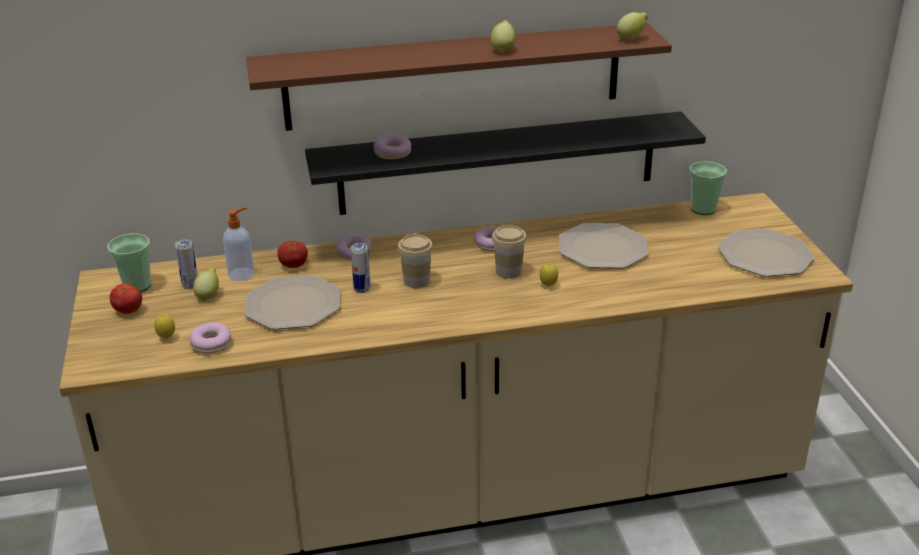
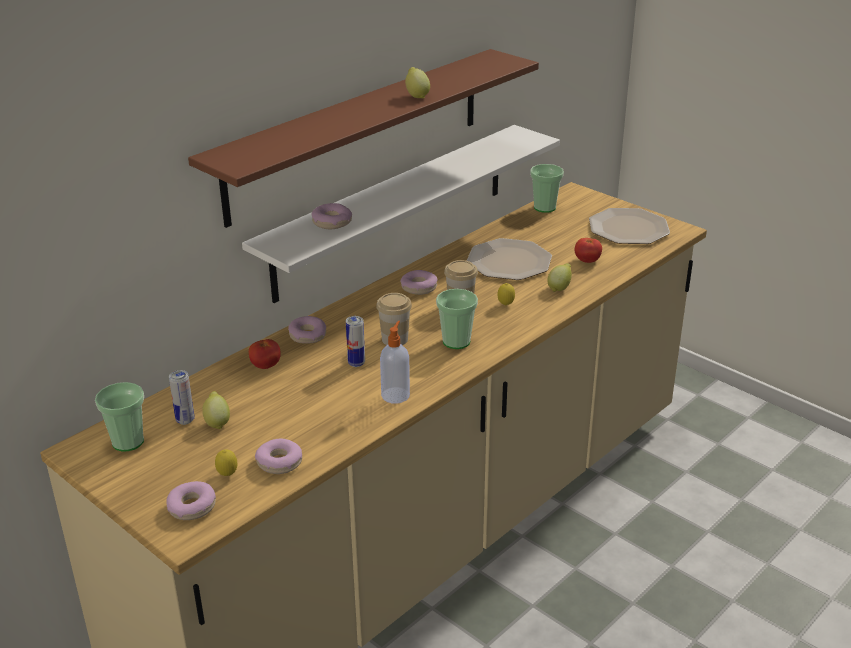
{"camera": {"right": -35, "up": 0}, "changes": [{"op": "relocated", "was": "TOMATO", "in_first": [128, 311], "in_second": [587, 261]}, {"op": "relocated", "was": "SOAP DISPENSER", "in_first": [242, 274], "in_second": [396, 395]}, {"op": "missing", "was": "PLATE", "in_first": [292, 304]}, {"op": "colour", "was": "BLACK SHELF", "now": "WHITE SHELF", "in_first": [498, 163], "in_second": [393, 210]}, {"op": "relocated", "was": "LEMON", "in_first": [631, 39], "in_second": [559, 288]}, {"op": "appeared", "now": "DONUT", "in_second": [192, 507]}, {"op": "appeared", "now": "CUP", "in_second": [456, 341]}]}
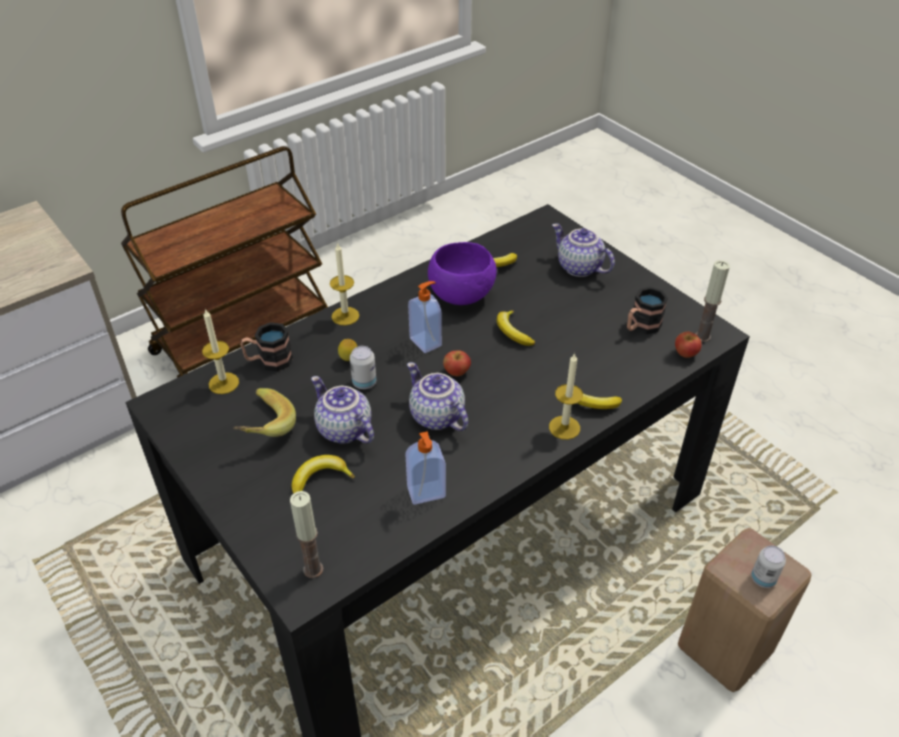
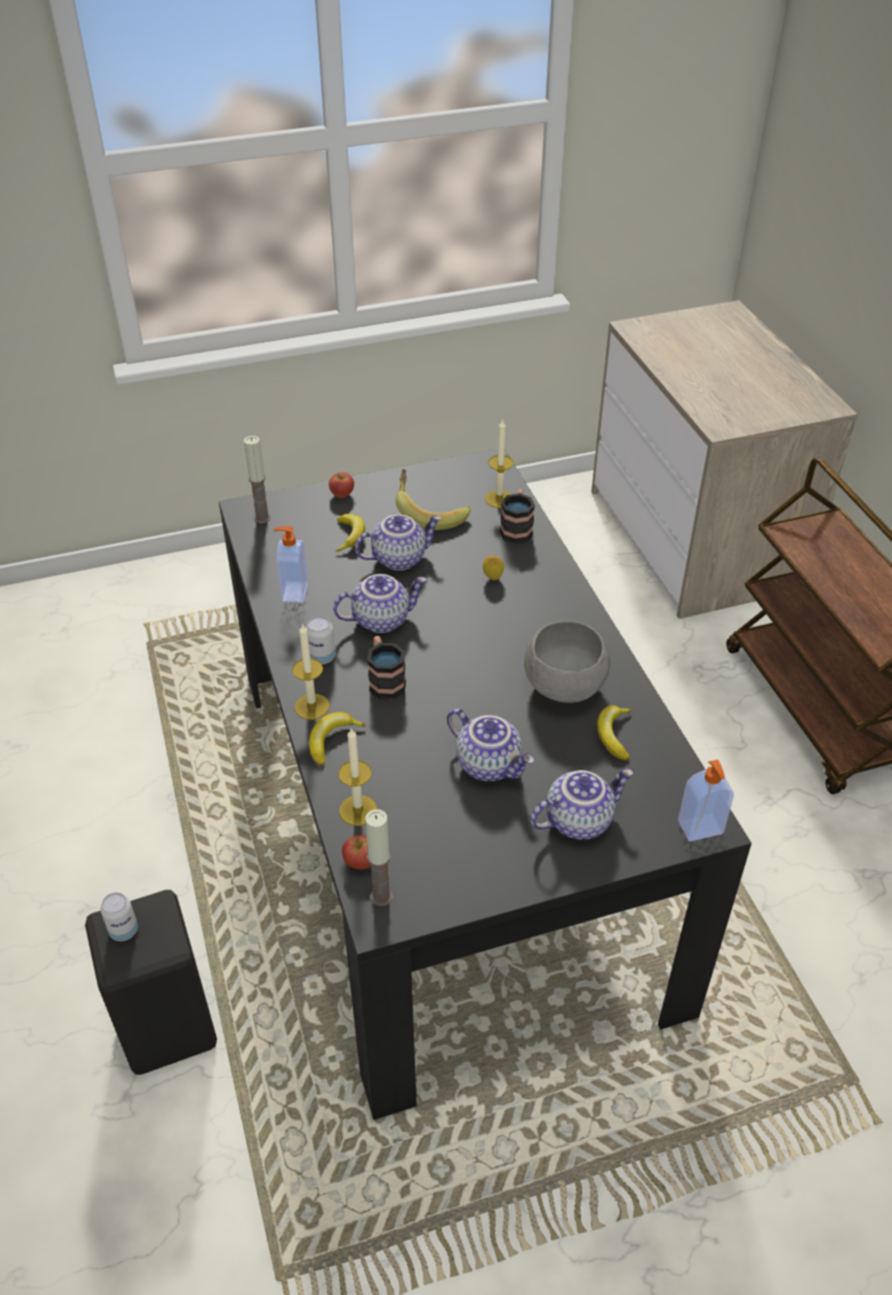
{"camera": {"right": 110, "up": 0}, "changes": [{"op": "relocated", "was": "CANDLE", "in_first": [345, 316], "in_second": [358, 810]}, {"op": "relocated", "was": "CAN", "in_first": [364, 383], "in_second": [322, 657]}, {"op": "relocated", "was": "SOAP DISPENSER", "in_first": [426, 341], "in_second": [701, 828]}, {"op": "colour", "was": "PURPLE BOWL", "now": "GREY BOWL", "in_first": [461, 294], "in_second": [565, 687]}, {"op": "relocated", "was": "APPLE", "in_first": [456, 372], "in_second": [342, 495]}, {"op": "missing", "was": "BANANA", "in_first": [512, 332]}, {"op": "relocated", "was": "MUG", "in_first": [641, 326], "in_second": [385, 680]}, {"op": "colour", "was": "BEIGE STOOL", "now": "BLACK STOOL", "in_first": [725, 652], "in_second": [165, 1026]}, {"op": "appeared", "now": "TEAPOT", "in_second": [490, 764]}]}
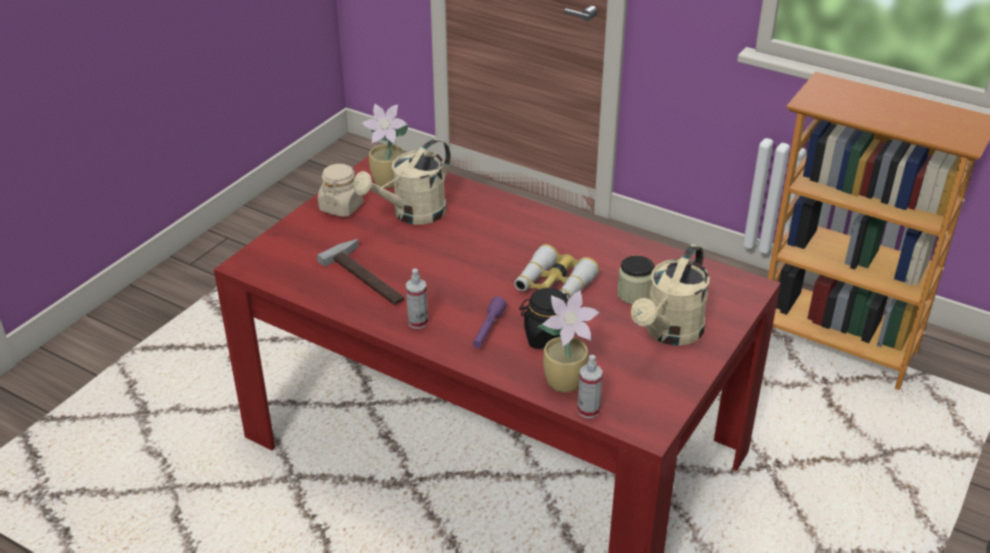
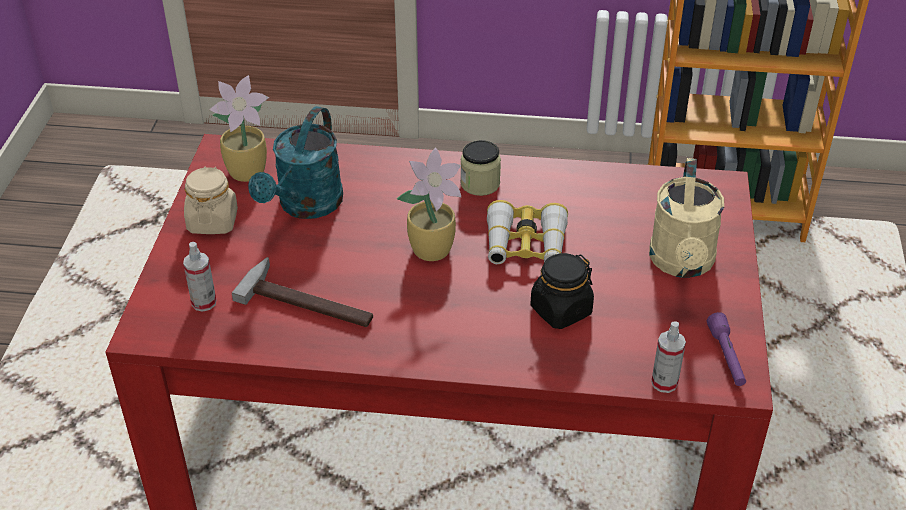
{"camera": {"right": -25, "up": 5}, "changes": [{"op": "colour", "was": "BEIGE WATERING CAN", "now": "TURQUOISE WATERING CAN", "in_first": [412, 215], "in_second": [305, 206]}, {"op": "relocated", "was": "SPRAY BOTTLE", "in_first": [417, 322], "in_second": [204, 302]}, {"op": "relocated", "was": "PURPLE FLASHLIGHT", "in_first": [488, 329], "in_second": [726, 357]}, {"op": "relocated", "was": "POTTED PLANT", "in_first": [566, 382], "in_second": [434, 249]}, {"op": "relocated", "was": "JAR", "in_first": [634, 294], "in_second": [480, 184]}]}
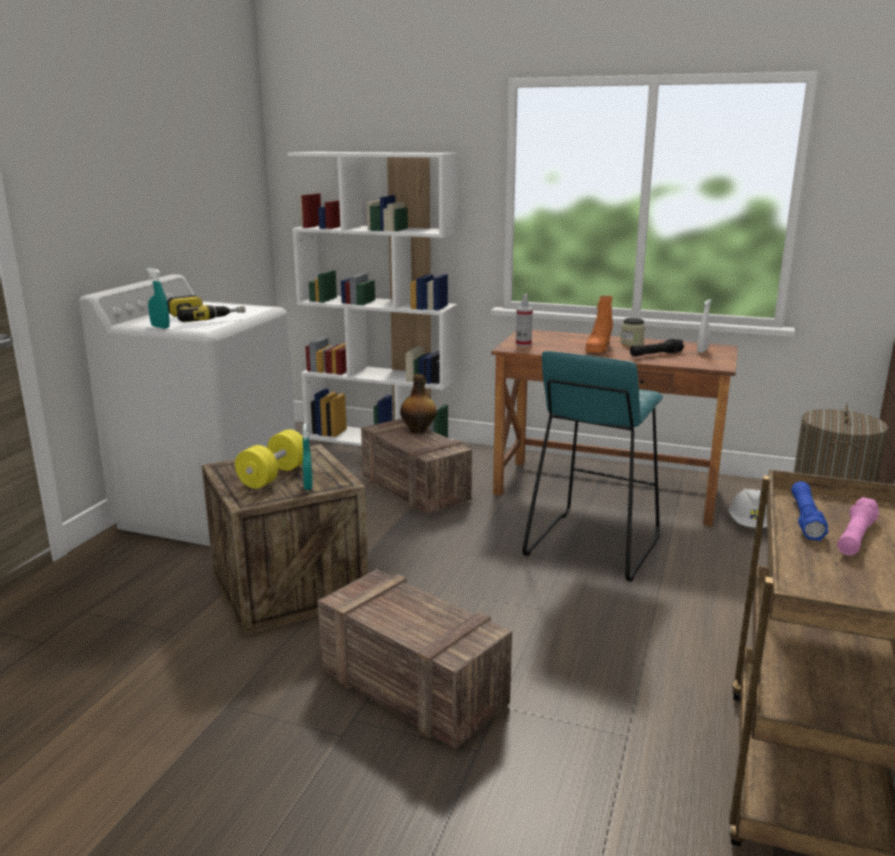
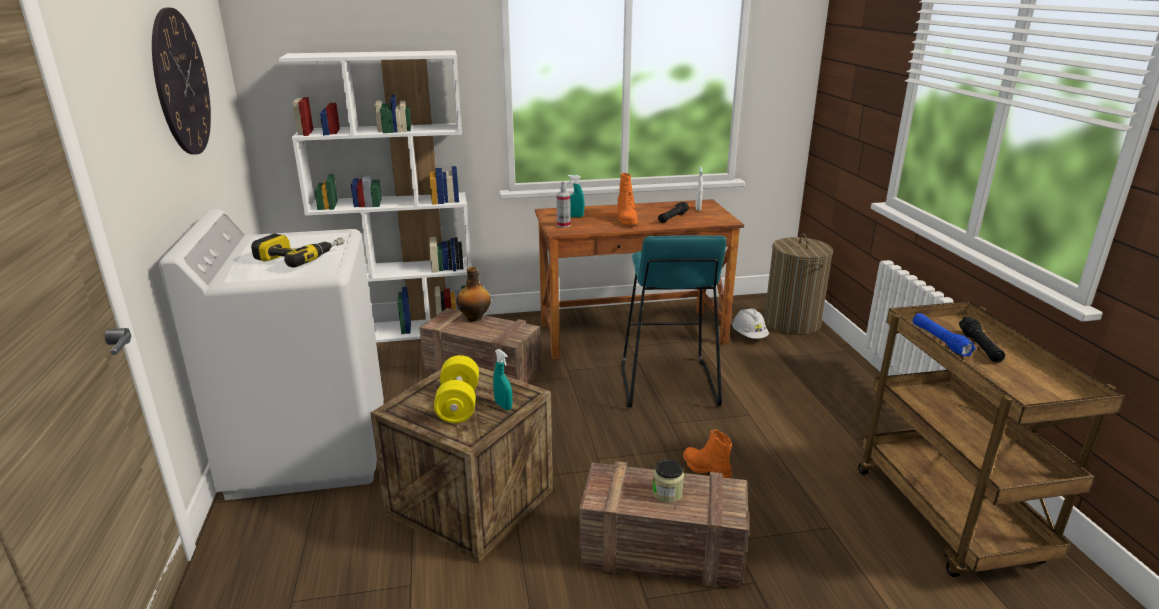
{"camera": {"right": -30, "up": 5}, "changes": [{"op": "relocated", "was": "TURQUOISE SPRAY BOTTLE", "in_first": [160, 327], "in_second": [575, 216]}, {"op": "relocated", "was": "JAR", "in_first": [632, 343], "in_second": [667, 493]}, {"op": "colour", "was": "PINK FLASHLIGHT", "now": "BLACK FLASHLIGHT", "in_first": [855, 537], "in_second": [979, 346]}, {"op": "appeared", "now": "WALL CLOCK", "in_second": [181, 83]}, {"op": "appeared", "now": "ORANGE BOOT", "in_second": [706, 473]}]}
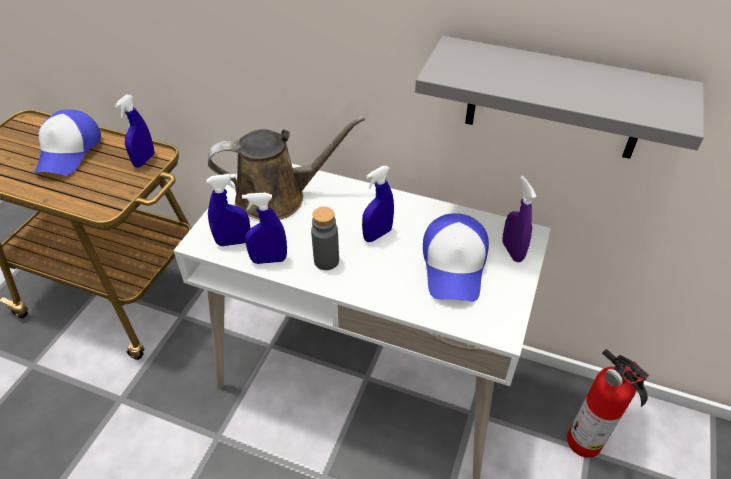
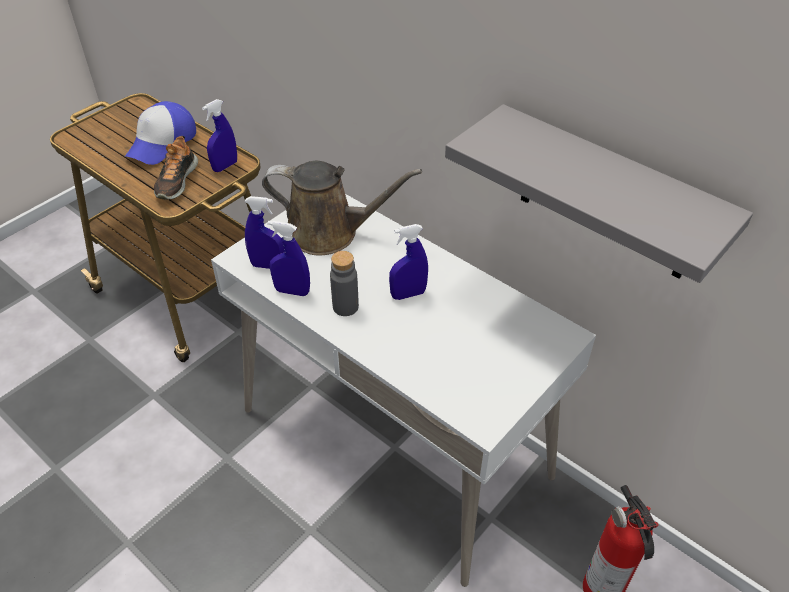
{"camera": {"right": 20, "up": 0}, "changes": [{"op": "missing", "was": "CAP", "in_first": [454, 265]}, {"op": "missing", "was": "PURPLE SPRAY BOTTLE", "in_first": [512, 251]}, {"op": "appeared", "now": "SHOE", "in_second": [176, 181]}]}
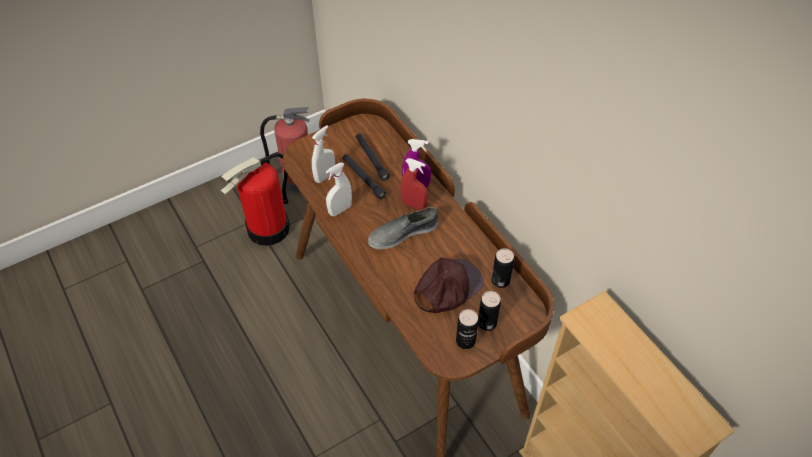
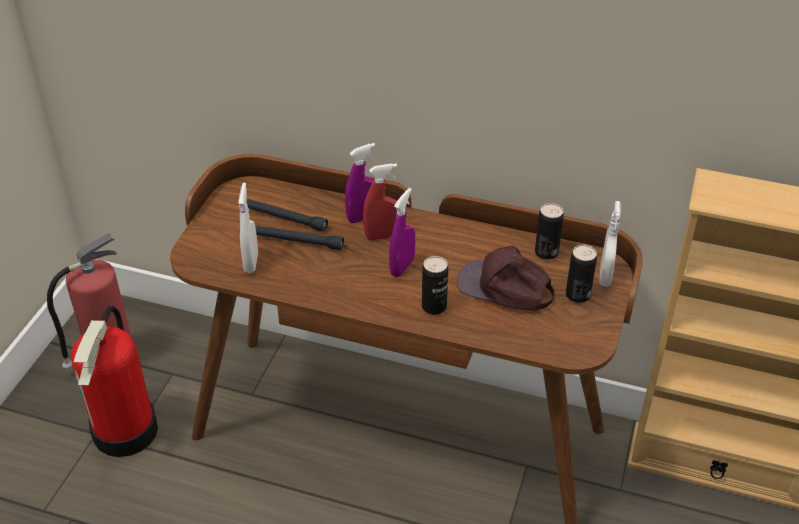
{"camera": {"right": -40, "up": -10}, "changes": [{"op": "relocated", "was": "WHITE SPRAY BOTTLE", "in_first": [340, 210], "in_second": [605, 276]}, {"op": "exchanged", "was": "GREY SHOE", "now": "PURPLE SPRAY BOTTLE", "in_first": [402, 233], "in_second": [402, 267]}, {"op": "spun", "was": "BROWN CAP", "in_first": [447, 287], "in_second": [505, 288], "clockwise": -75}, {"op": "relocated", "was": "CAN", "in_first": [465, 341], "in_second": [434, 306]}]}
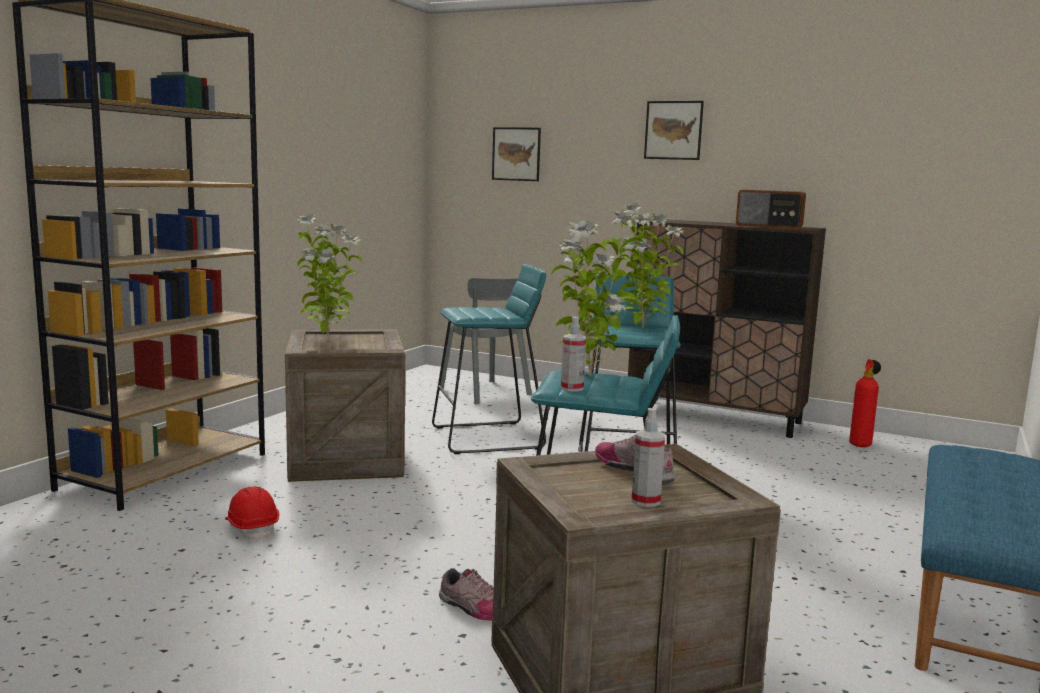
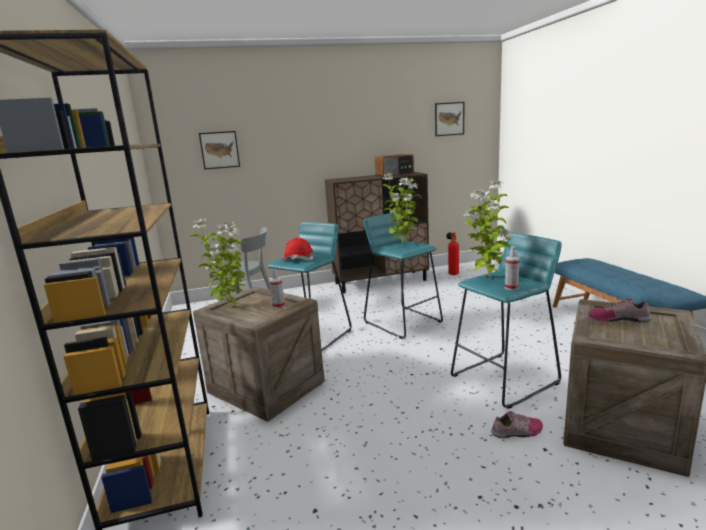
{"camera": {"right": -40, "up": 5}, "changes": [{"op": "relocated", "was": "RED HARD HAT", "in_first": [252, 528], "in_second": [297, 259]}, {"op": "relocated", "was": "SPRAY BOTTLE", "in_first": [645, 501], "in_second": [278, 306]}, {"op": "relocated", "was": "PICTURE", "in_first": [673, 130], "in_second": [449, 119]}]}
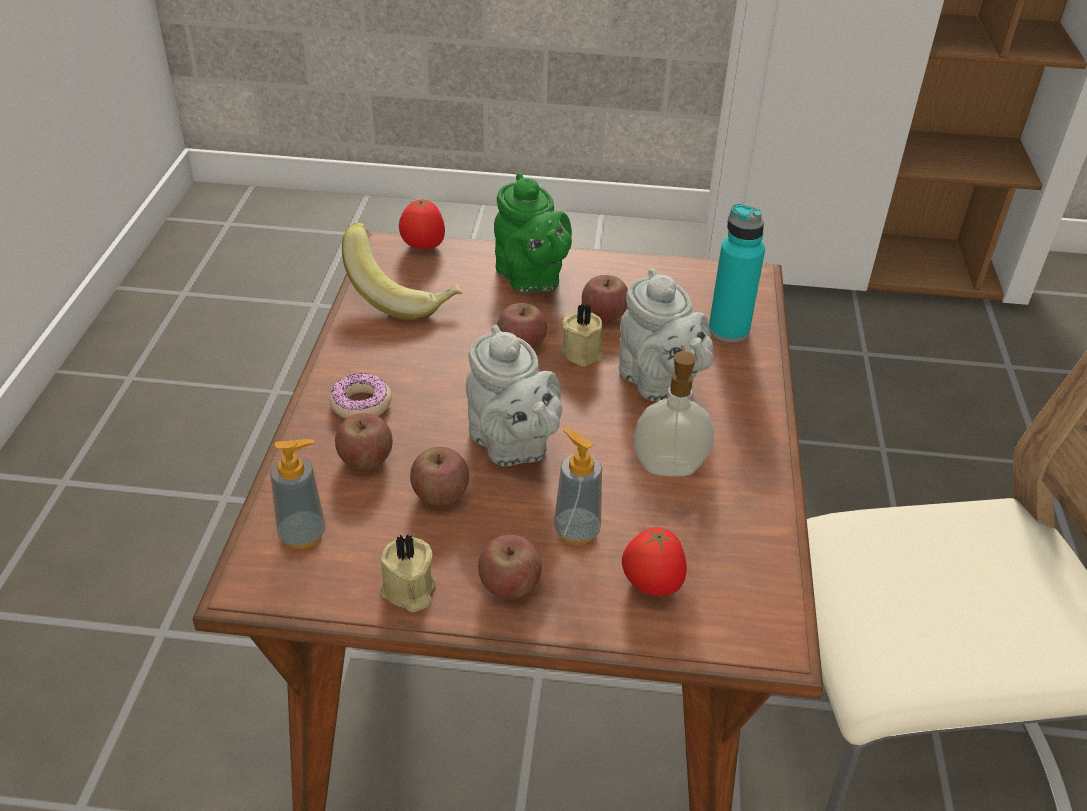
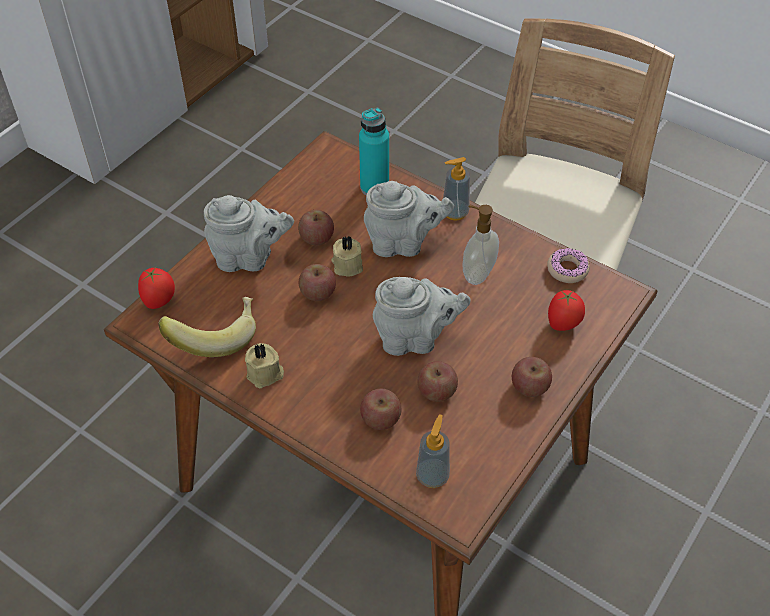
{"camera": {"right": -60, "up": 10}, "changes": [{"op": "relocated", "was": "DONUT", "in_first": [361, 404], "in_second": [567, 269]}, {"op": "relocated", "was": "BEIGE CANDLE", "in_first": [408, 591], "in_second": [265, 374]}, {"op": "colour", "was": "GREEN TEAPOT", "now": "GREY TEAPOT", "in_first": [530, 280], "in_second": [249, 258]}, {"op": "relocated", "was": "SOAP DISPENSER", "in_first": [576, 530], "in_second": [455, 212]}]}
